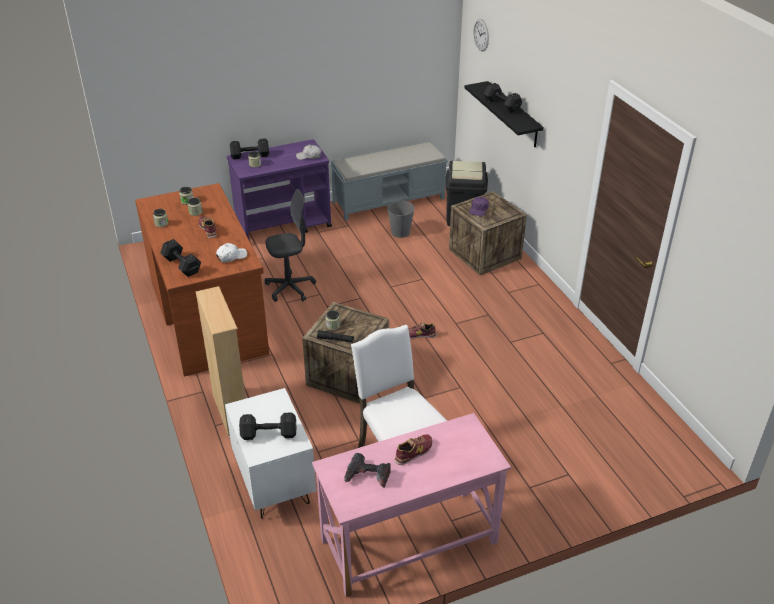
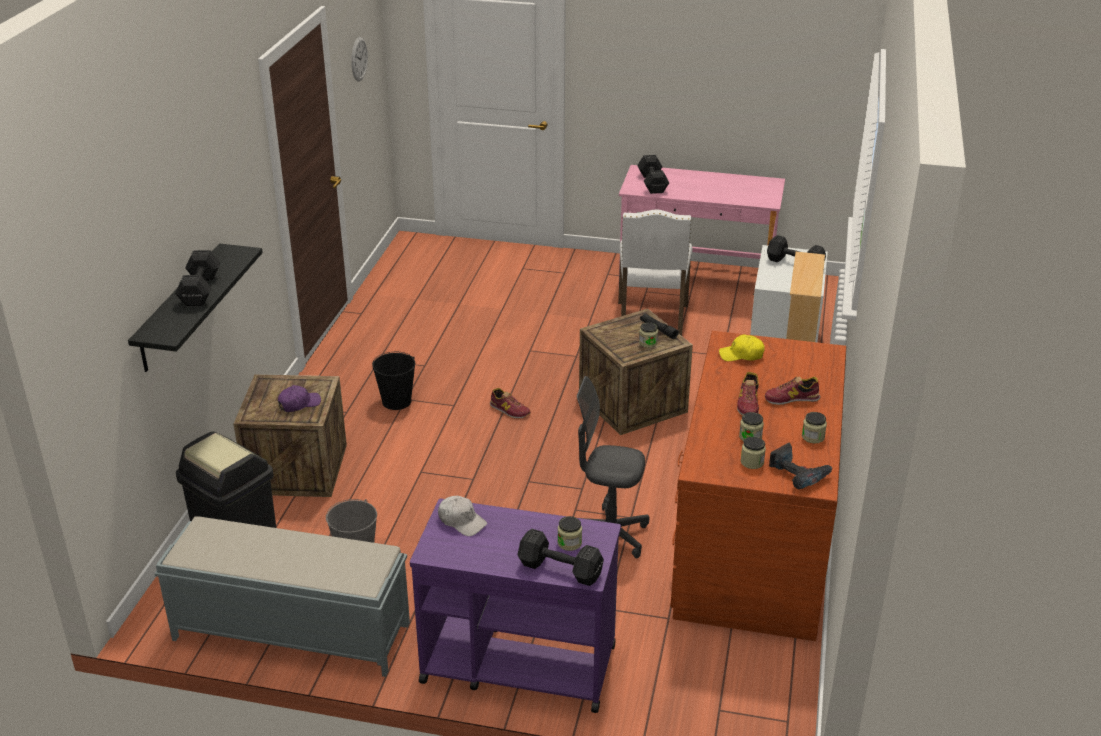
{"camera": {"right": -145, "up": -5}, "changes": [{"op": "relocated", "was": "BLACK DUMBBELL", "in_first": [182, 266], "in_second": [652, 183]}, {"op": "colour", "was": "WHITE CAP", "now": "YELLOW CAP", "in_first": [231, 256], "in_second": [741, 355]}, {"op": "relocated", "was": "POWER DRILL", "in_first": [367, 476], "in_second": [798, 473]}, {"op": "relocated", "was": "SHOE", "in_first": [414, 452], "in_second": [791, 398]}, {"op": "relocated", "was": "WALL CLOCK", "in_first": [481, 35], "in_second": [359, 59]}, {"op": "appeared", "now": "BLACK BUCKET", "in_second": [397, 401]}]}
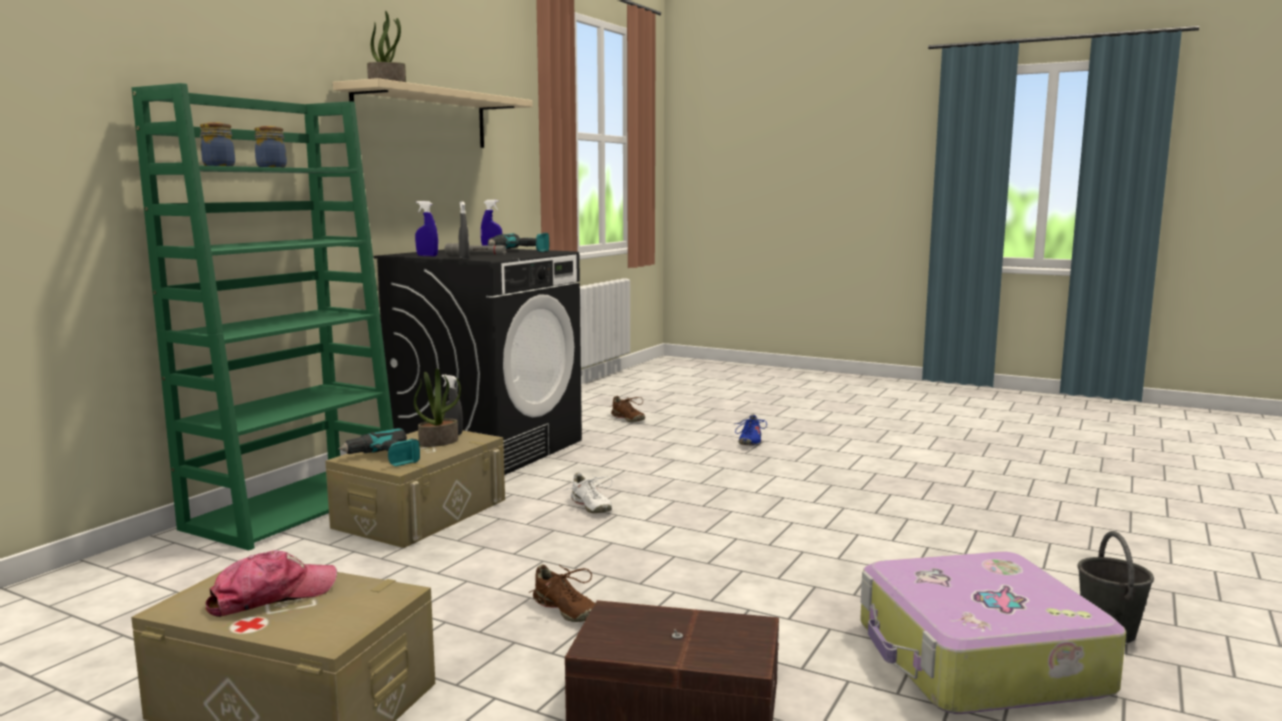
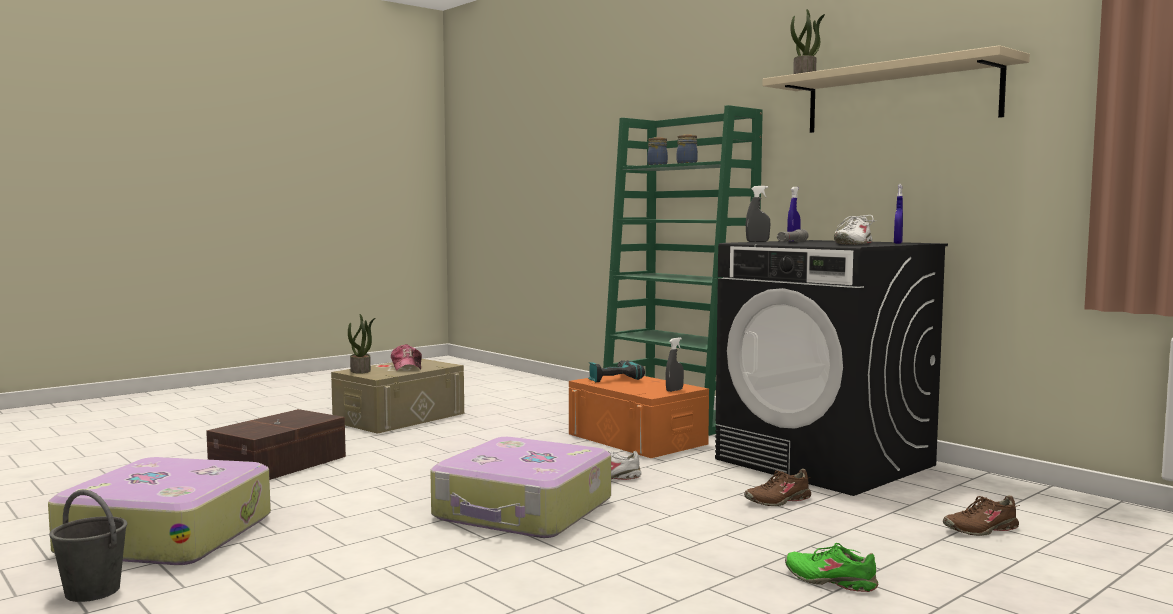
{"camera": {"right": 110, "up": -5}, "changes": [{"op": "colour", "was": "BEIGE STORAGE BOX", "now": "ORANGE STORAGE BOX", "in_first": [421, 513], "in_second": [637, 439]}, {"op": "relocated", "was": "POTTED PLANT", "in_first": [438, 442], "in_second": [361, 370]}, {"op": "exchanged", "was": "POWER DRILL", "now": "WHITE SHOE", "in_first": [519, 251], "in_second": [853, 244]}, {"op": "relocated", "was": "BROWN SHOE", "in_first": [564, 610], "in_second": [778, 501]}, {"op": "colour", "was": "BLUE SHOE", "now": "GREEN SHOE", "in_first": [749, 441], "in_second": [830, 581]}, {"op": "appeared", "now": "SUITCASE", "in_second": [523, 510]}]}
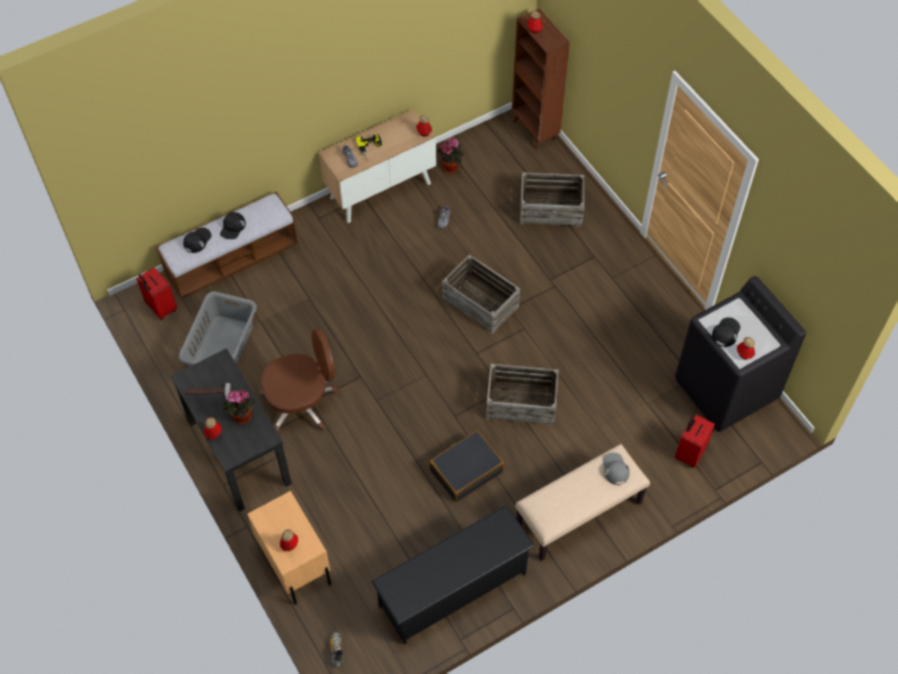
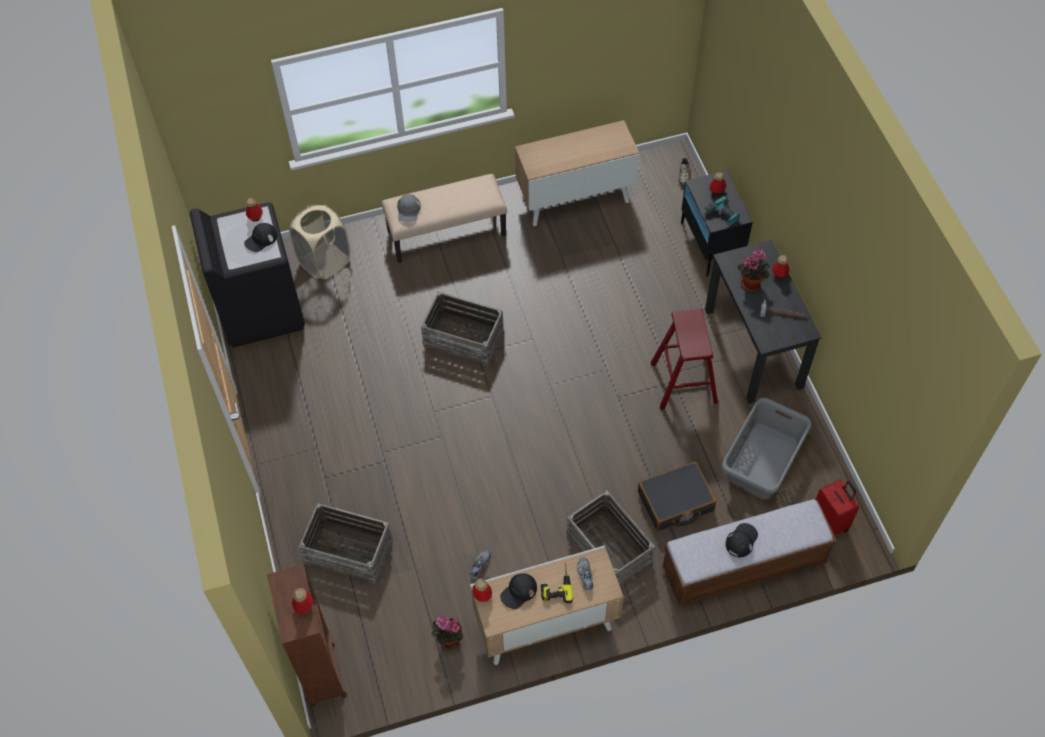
{"camera": {"right": -165, "up": 0}, "changes": [{"op": "relocated", "was": "BLACK CAP", "in_first": [197, 240], "in_second": [518, 592]}, {"op": "colour", "was": "BEIGE NIGHTSTAND", "now": "BLACK NIGHTSTAND", "in_first": [294, 562], "in_second": [710, 245]}, {"op": "exchanged", "was": "BROWN OFFICE CHAIR", "now": "RED STOOL", "in_first": [302, 403], "in_second": [683, 382]}, {"op": "exchanged", "was": "BLACK SHOE RACK", "now": "CABINET", "in_first": [453, 589], "in_second": [575, 198]}, {"op": "relocated", "was": "BLACK SUITCASE", "in_first": [466, 470], "in_second": [675, 502]}, {"op": "relocated", "was": "CRATE", "in_first": [480, 302], "in_second": [608, 548]}, {"op": "exchanged", "was": "RED SUITCASE", "now": "BEIGE LAUNDRY BASKET", "in_first": [689, 453], "in_second": [324, 262]}, {"op": "appeared", "now": "POWER DRILL", "in_second": [721, 215]}]}
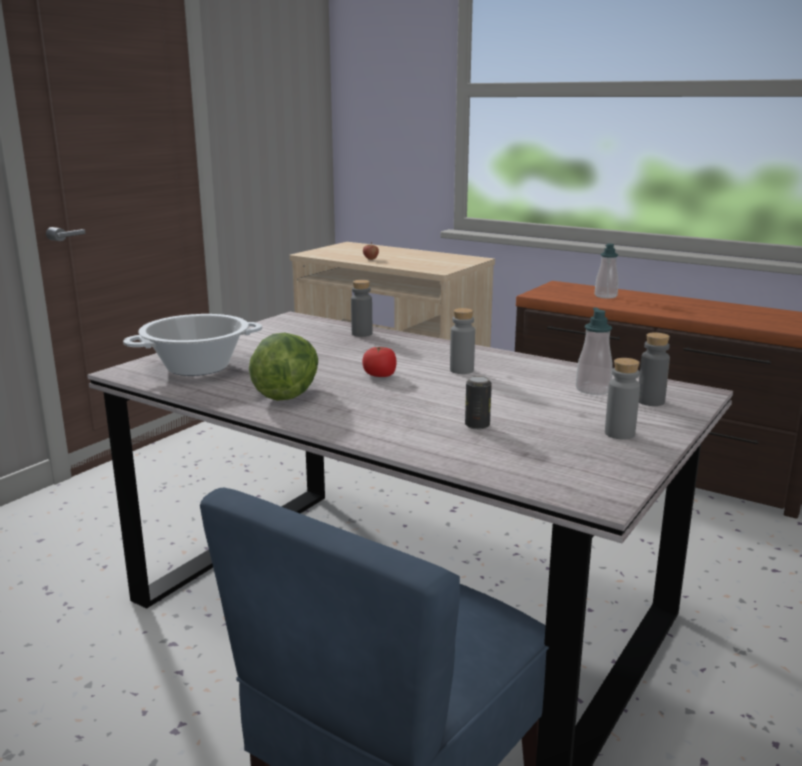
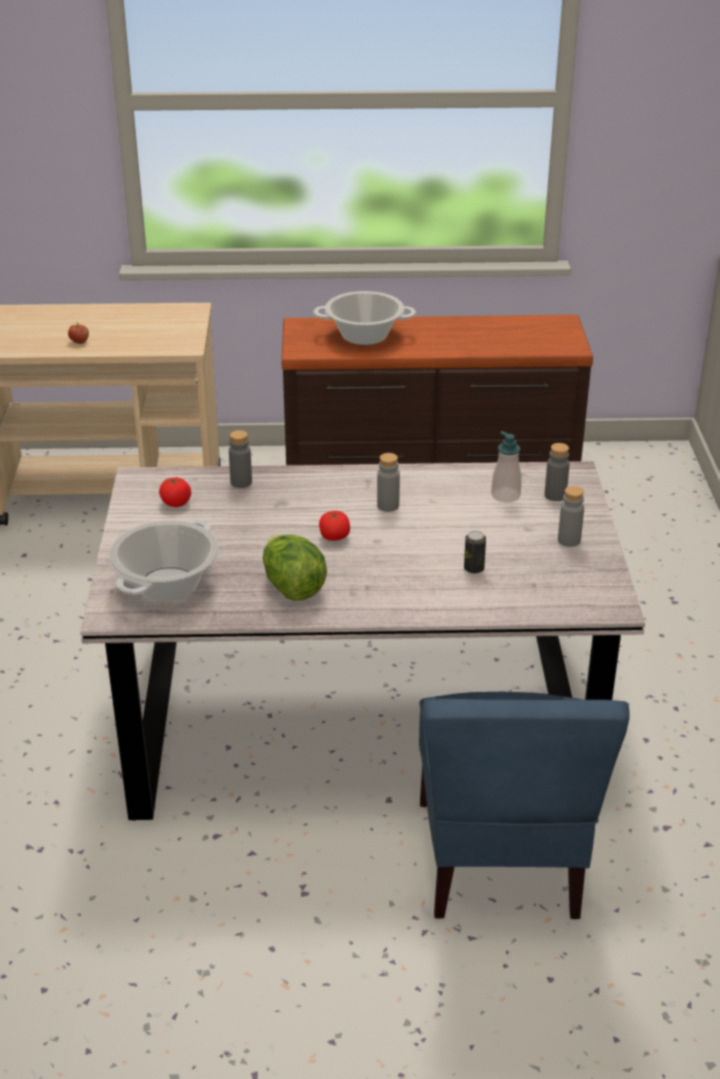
{"camera": {"right": -35, "up": 15}, "changes": [{"op": "exchanged", "was": "SOAP DISPENSER", "now": "COOKING POT", "in_first": [605, 296], "in_second": [364, 336]}, {"op": "appeared", "now": "TOMATO", "in_second": [176, 503]}]}
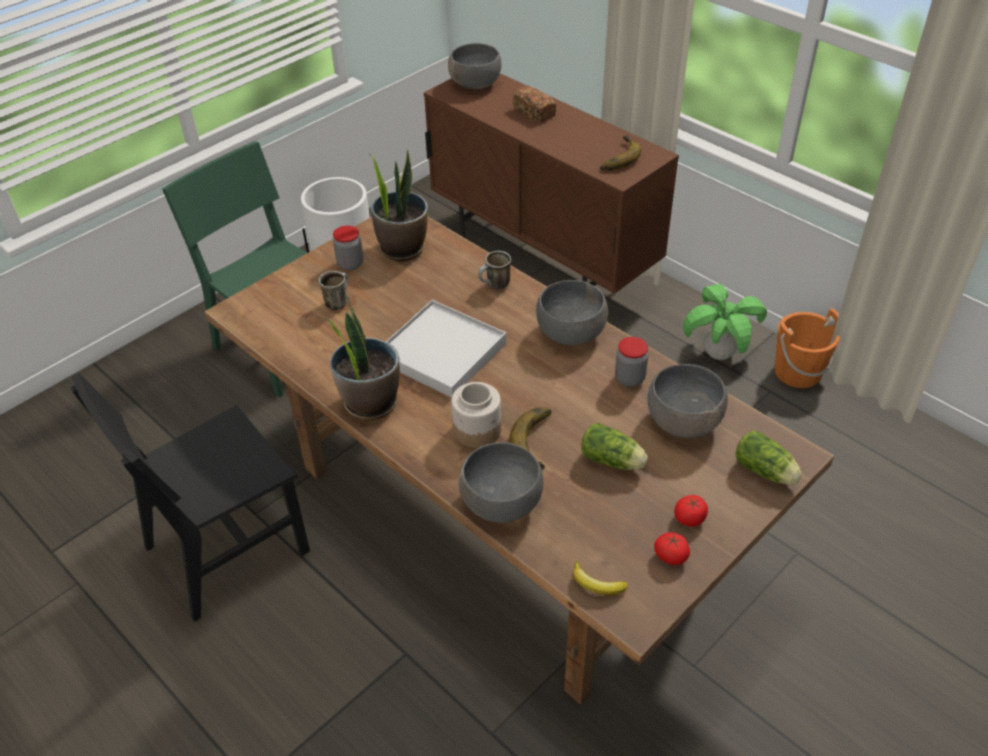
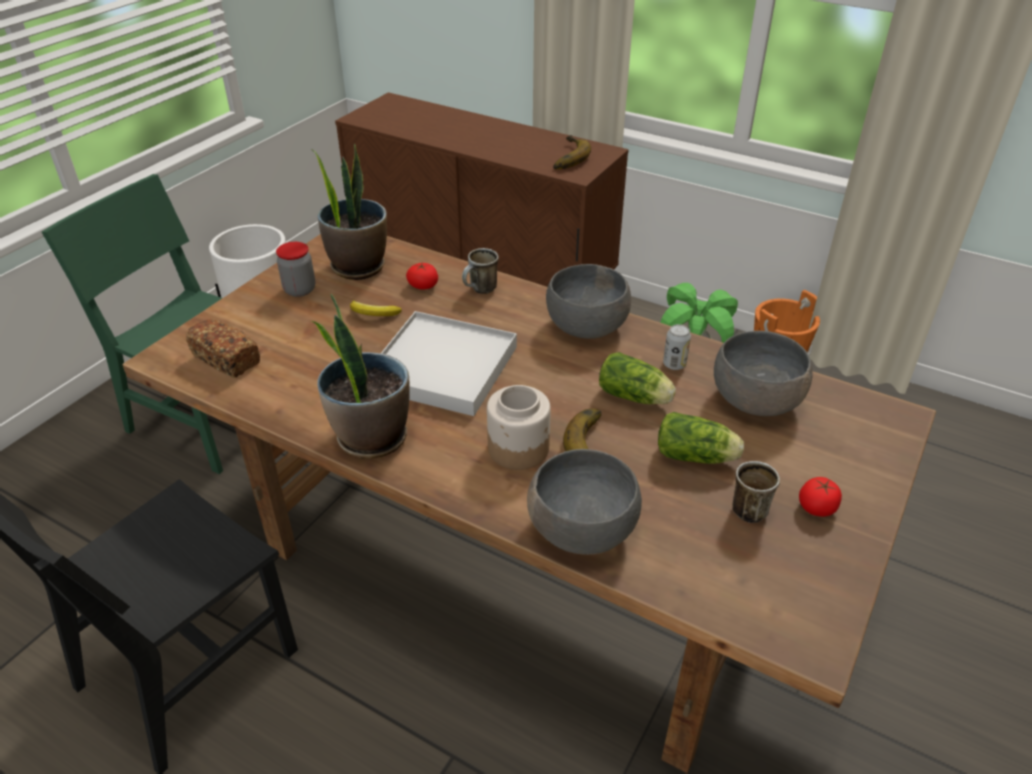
{"camera": {"right": -15, "up": -5}, "changes": [{"op": "relocated", "was": "MUG", "in_first": [337, 301], "in_second": [747, 506]}, {"op": "missing", "was": "GREY BOWL", "in_first": [475, 83]}, {"op": "relocated", "was": "BREAD", "in_first": [534, 112], "in_second": [226, 359]}, {"op": "relocated", "was": "BANANA", "in_first": [597, 585], "in_second": [373, 314]}, {"op": "exchanged", "was": "JAR", "now": "CAN", "in_first": [629, 378], "in_second": [674, 364]}, {"op": "relocated", "was": "TOMATO", "in_first": [671, 555], "in_second": [423, 285]}, {"op": "relocated", "was": "LETTUCE", "in_first": [766, 472], "in_second": [636, 397]}]}
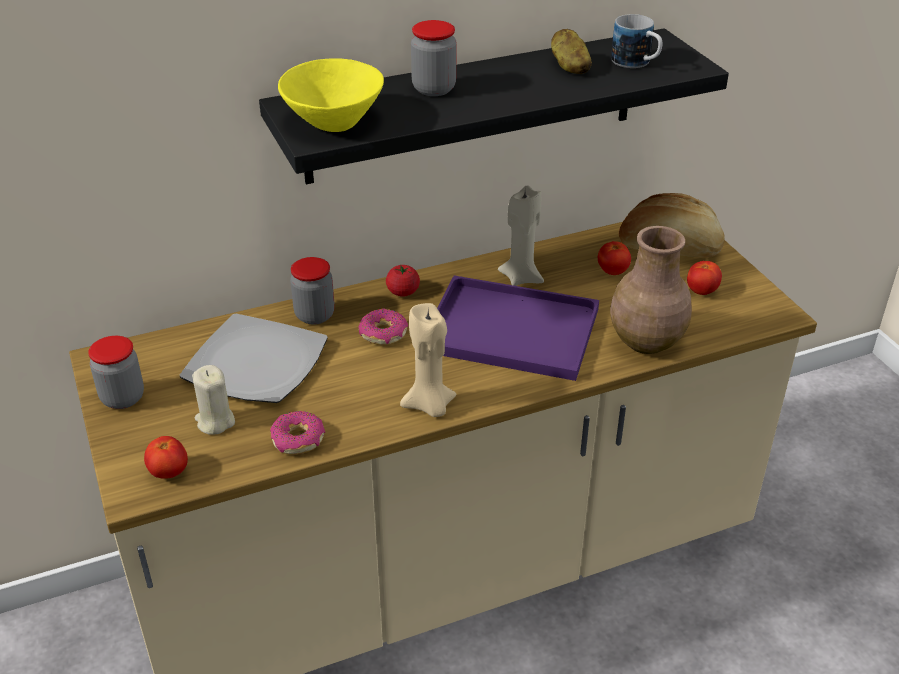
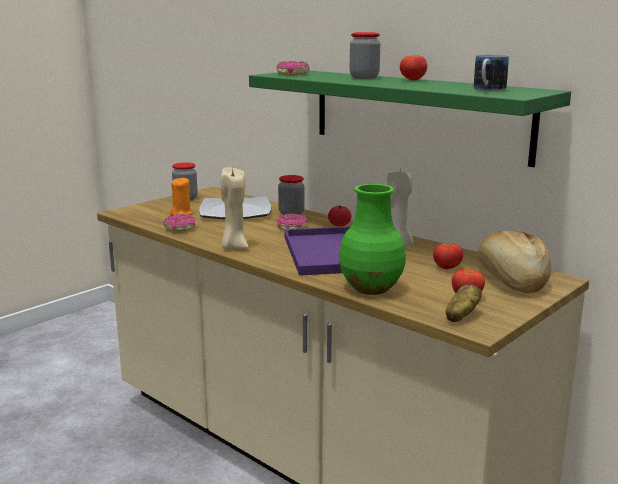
{"camera": {"right": 65, "up": -20}, "changes": [{"op": "relocated", "was": "TOMATO", "in_first": [169, 472], "in_second": [412, 80]}, {"op": "colour", "was": "BEIGE CANDLE", "now": "ORANGE CANDLE", "in_first": [215, 421], "in_second": [181, 213]}, {"op": "colour", "was": "BLACK SHELF", "now": "GREEN SHELF", "in_first": [473, 106], "in_second": [417, 114]}, {"op": "exchanged", "was": "YELLOW BOWL", "now": "DONUT", "in_first": [333, 123], "in_second": [293, 74]}, {"op": "relocated", "was": "POTATO", "in_first": [569, 66], "in_second": [461, 316]}, {"op": "colour", "was": "BROWN VASE", "now": "GREEN VASE", "in_first": [646, 342], "in_second": [370, 288]}]}
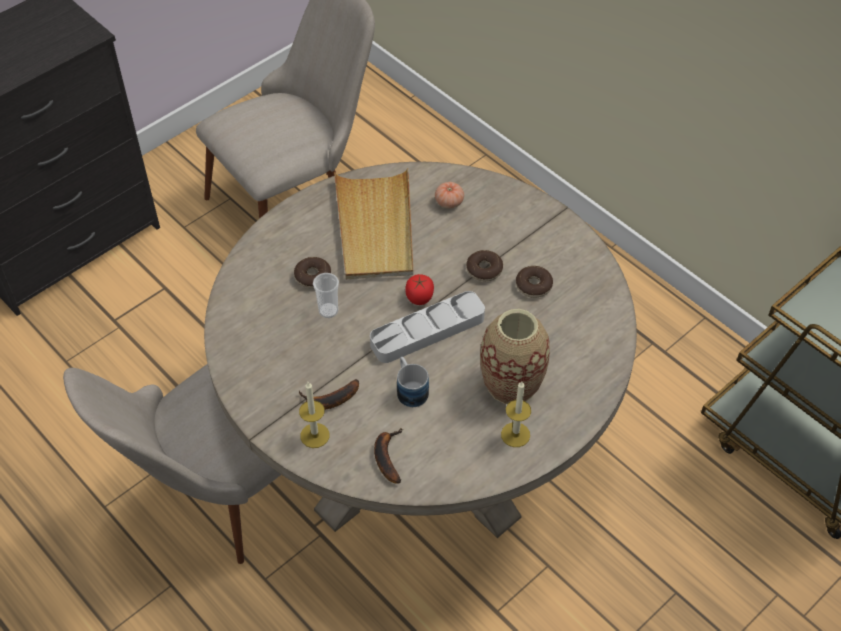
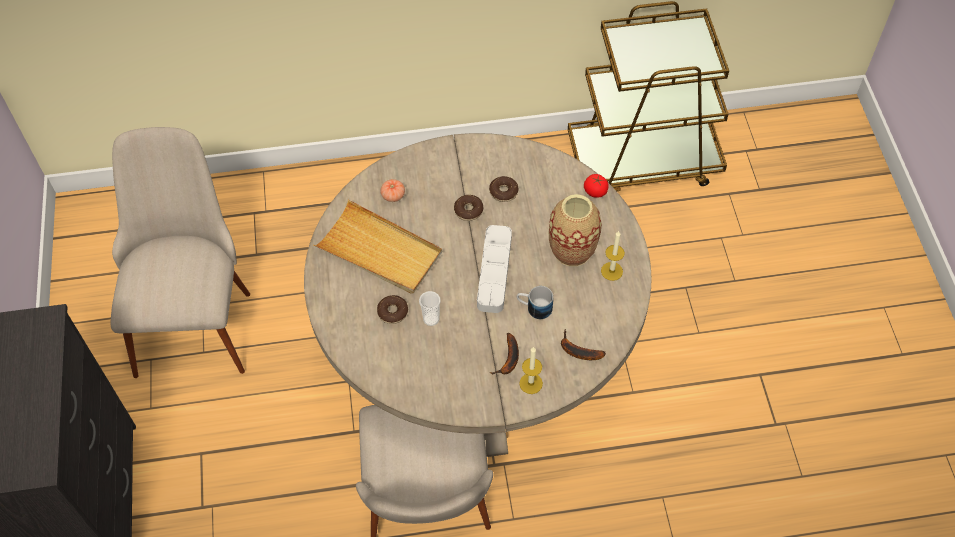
{"camera": {"right": -55, "up": 5}, "changes": [{"op": "relocated", "was": "TOMATO", "in_first": [419, 297], "in_second": [595, 191]}]}
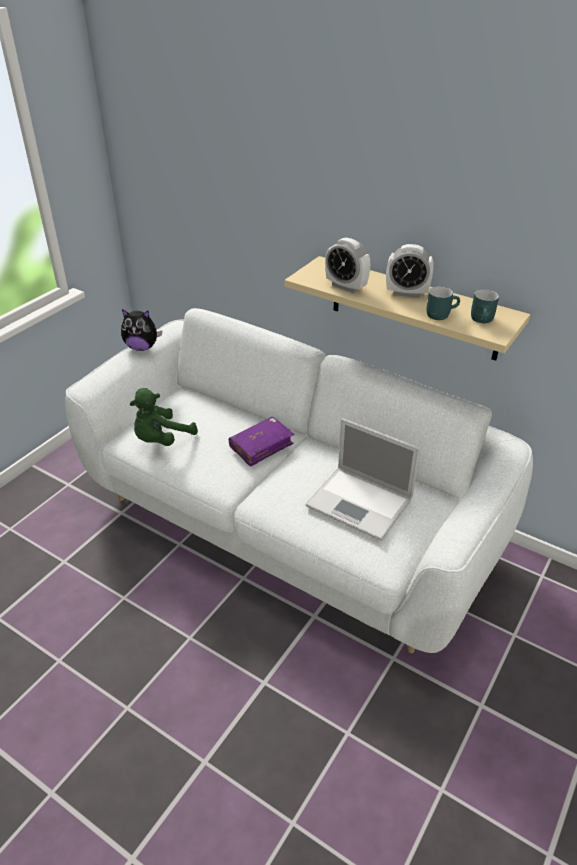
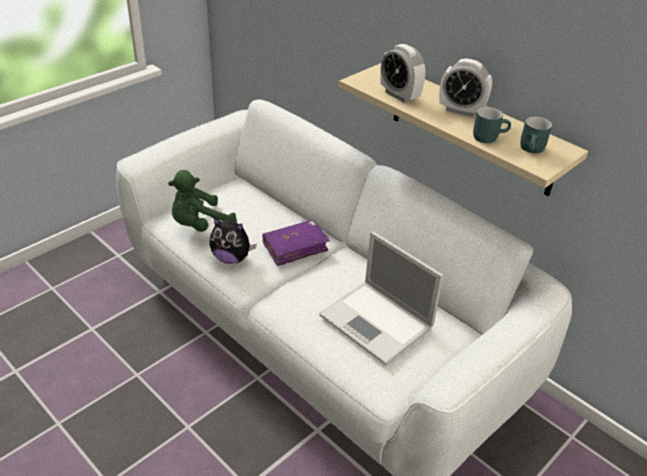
{"camera": {"right": 10, "up": 0}, "changes": [{"op": "relocated", "was": "PLUSH TOY", "in_first": [142, 347], "in_second": [231, 258]}]}
